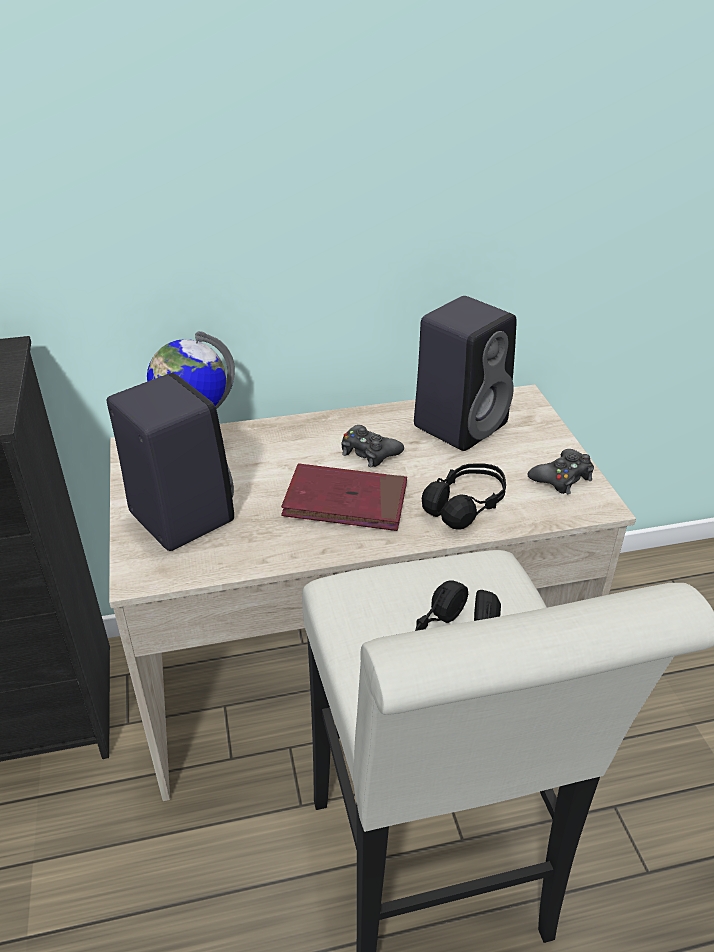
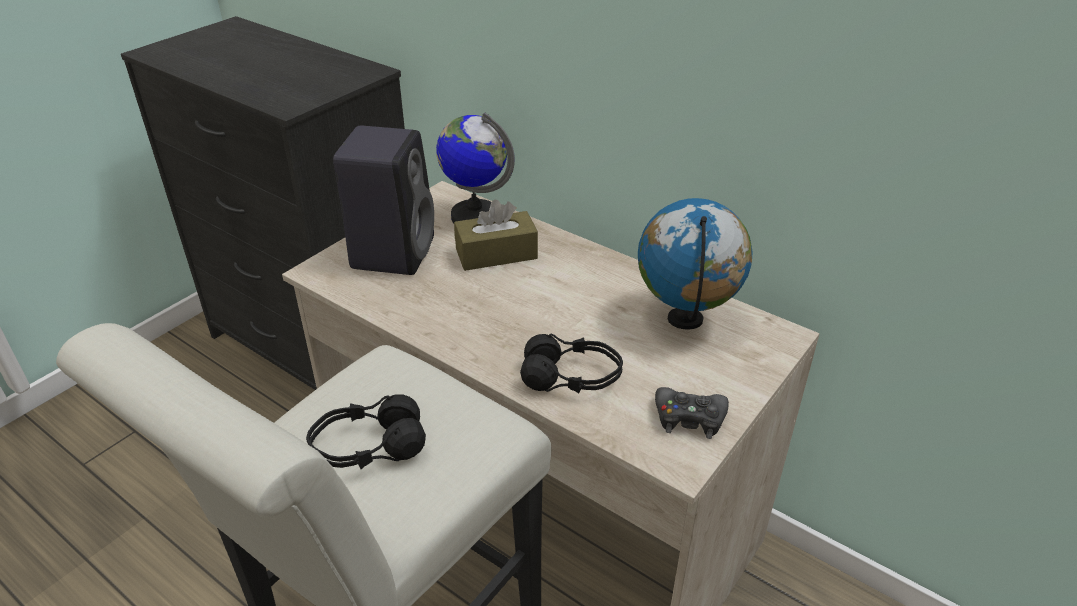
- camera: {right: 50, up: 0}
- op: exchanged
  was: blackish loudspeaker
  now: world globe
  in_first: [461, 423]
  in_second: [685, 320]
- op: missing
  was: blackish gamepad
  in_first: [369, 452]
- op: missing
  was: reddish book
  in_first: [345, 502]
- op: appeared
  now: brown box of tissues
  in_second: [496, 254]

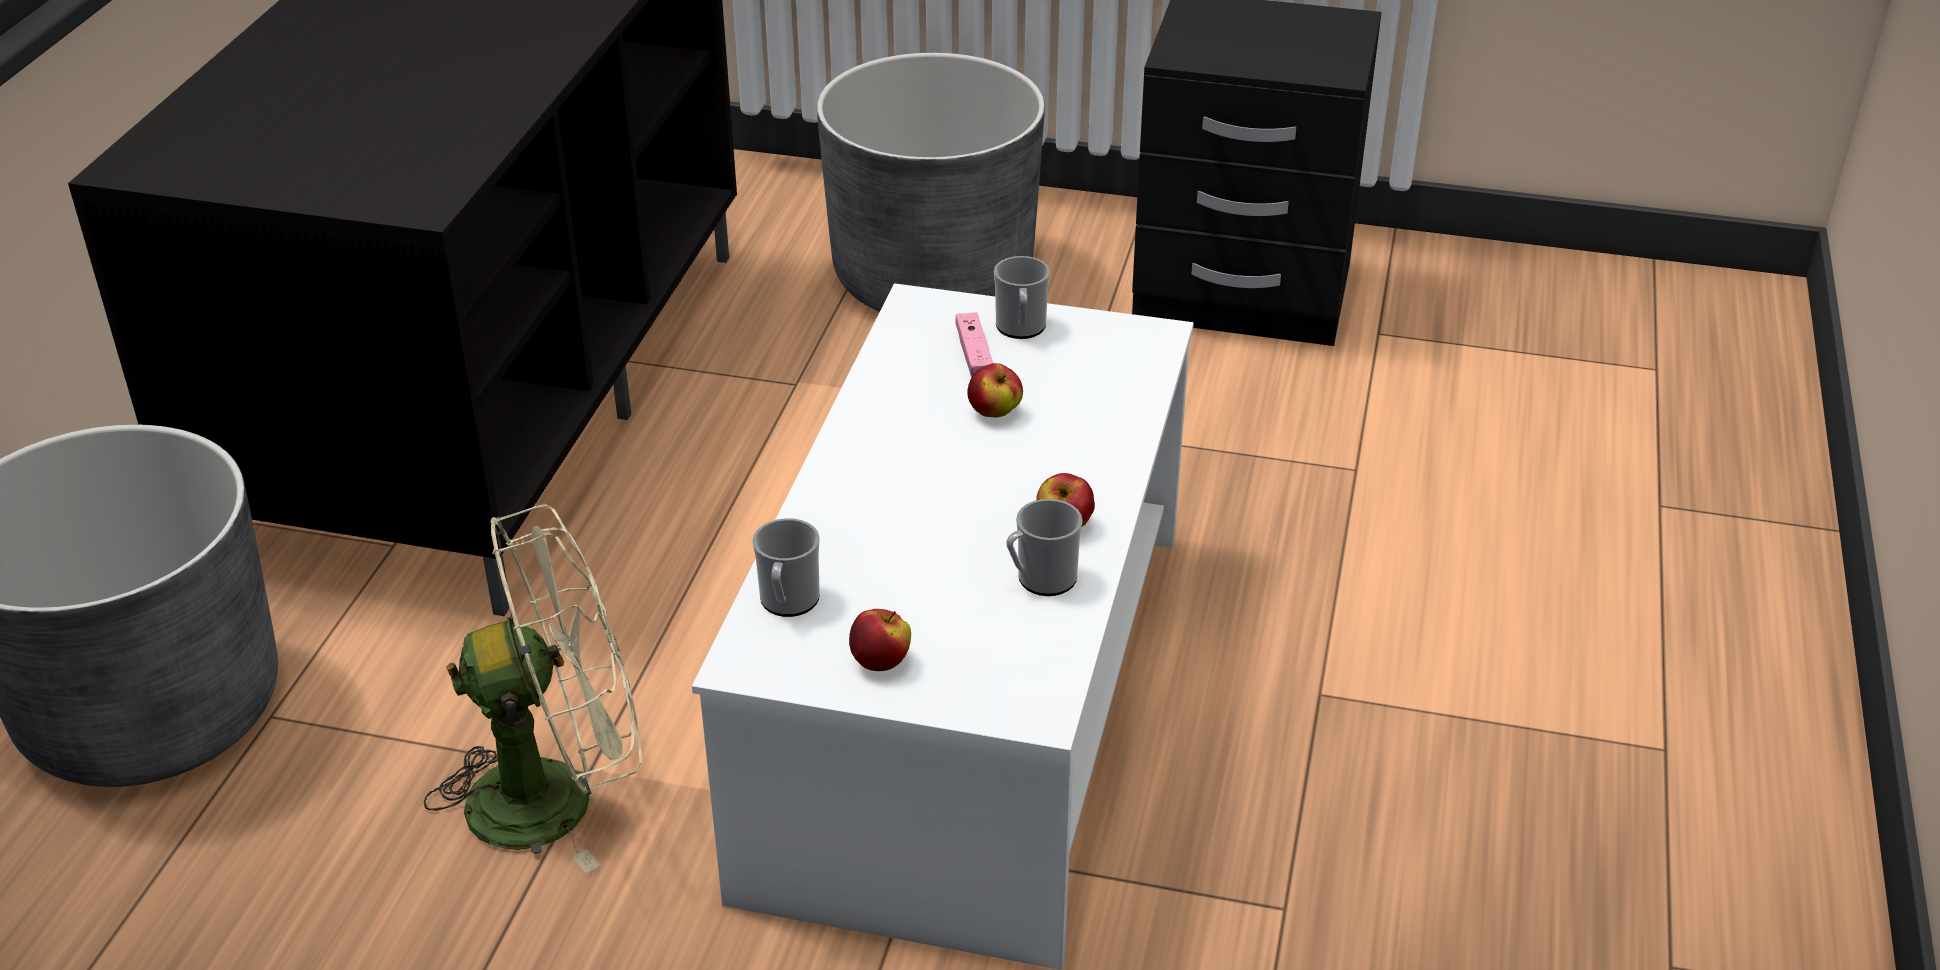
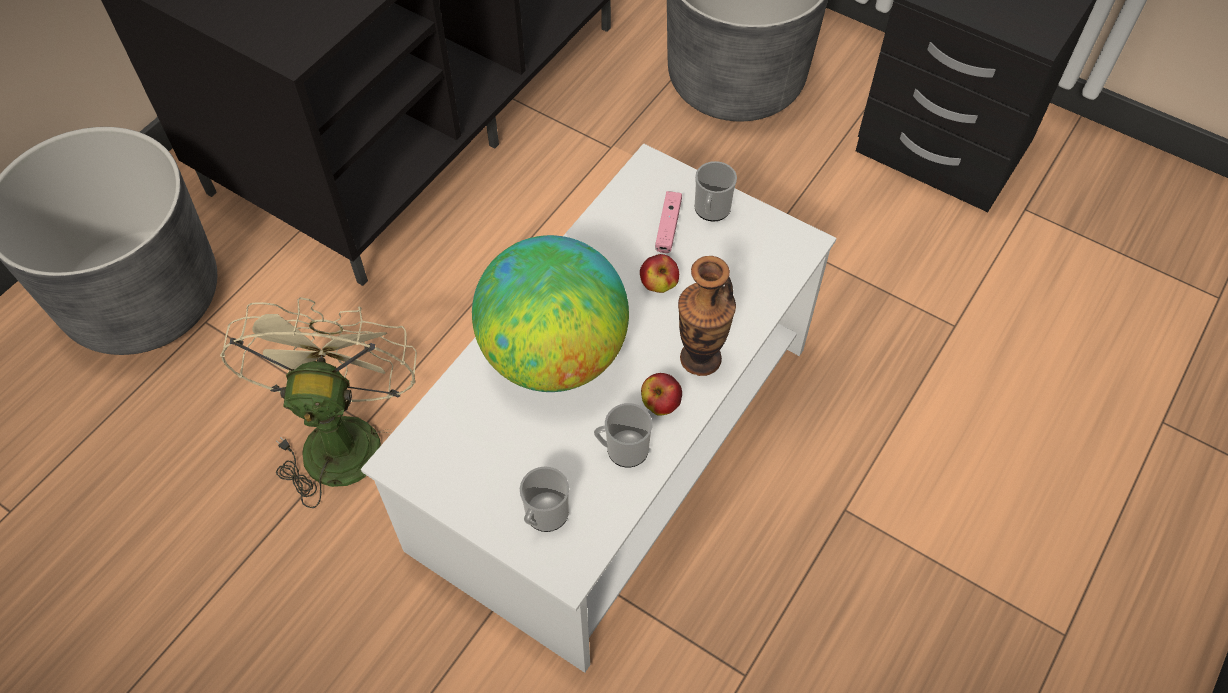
- camera: {right: 20, up: 20}
- op: spun
  was: beige-coloured electric fan
  in_first: [557, 795]
  in_second: [341, 434]
  clockwise: -90
- op: relocated
  was: tea mug
  in_first: [788, 602]
  in_second: [544, 516]
- op: missing
  was: apple fruit
  in_first: [881, 662]
- op: appeared
  now: world globe
  in_second: [554, 355]
- op: appeared
  now: flower vase
  in_second: [700, 358]

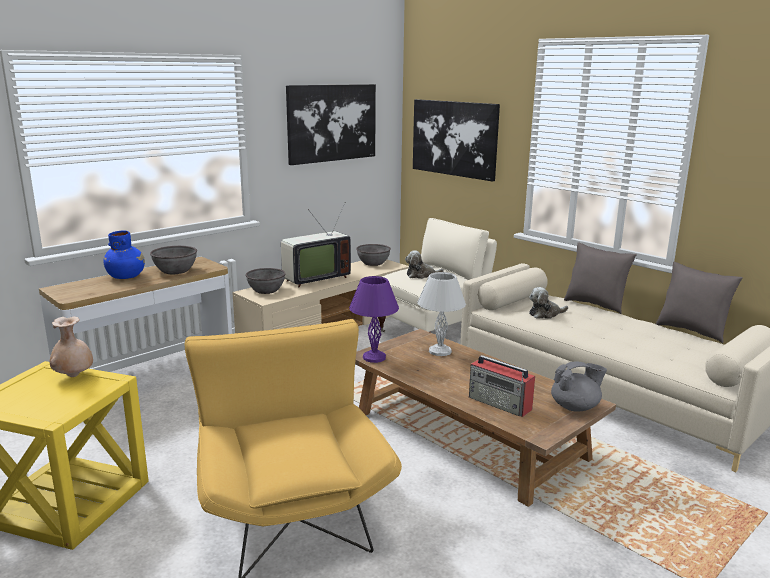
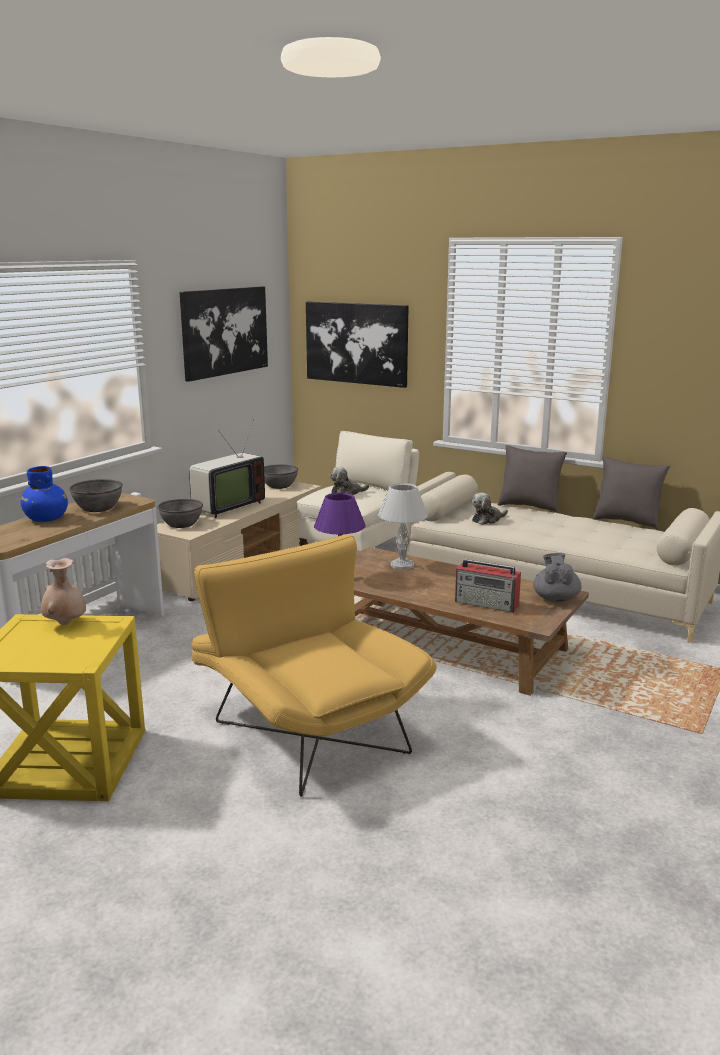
- camera: {right: -15, up: 0}
- op: spun
  was: gray teapot
  in_first: [575, 407]
  in_second: [555, 598]
  clockwise: -60

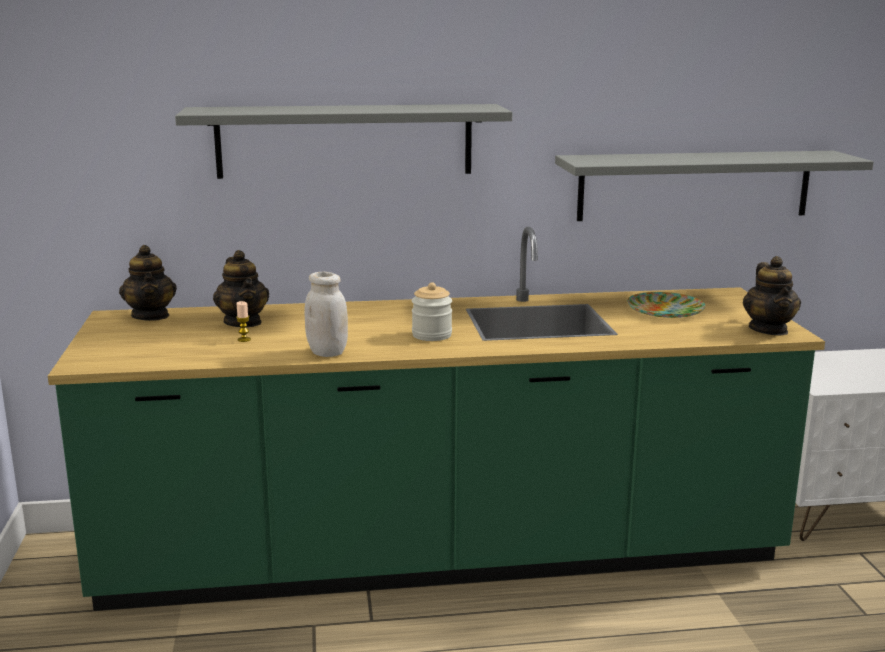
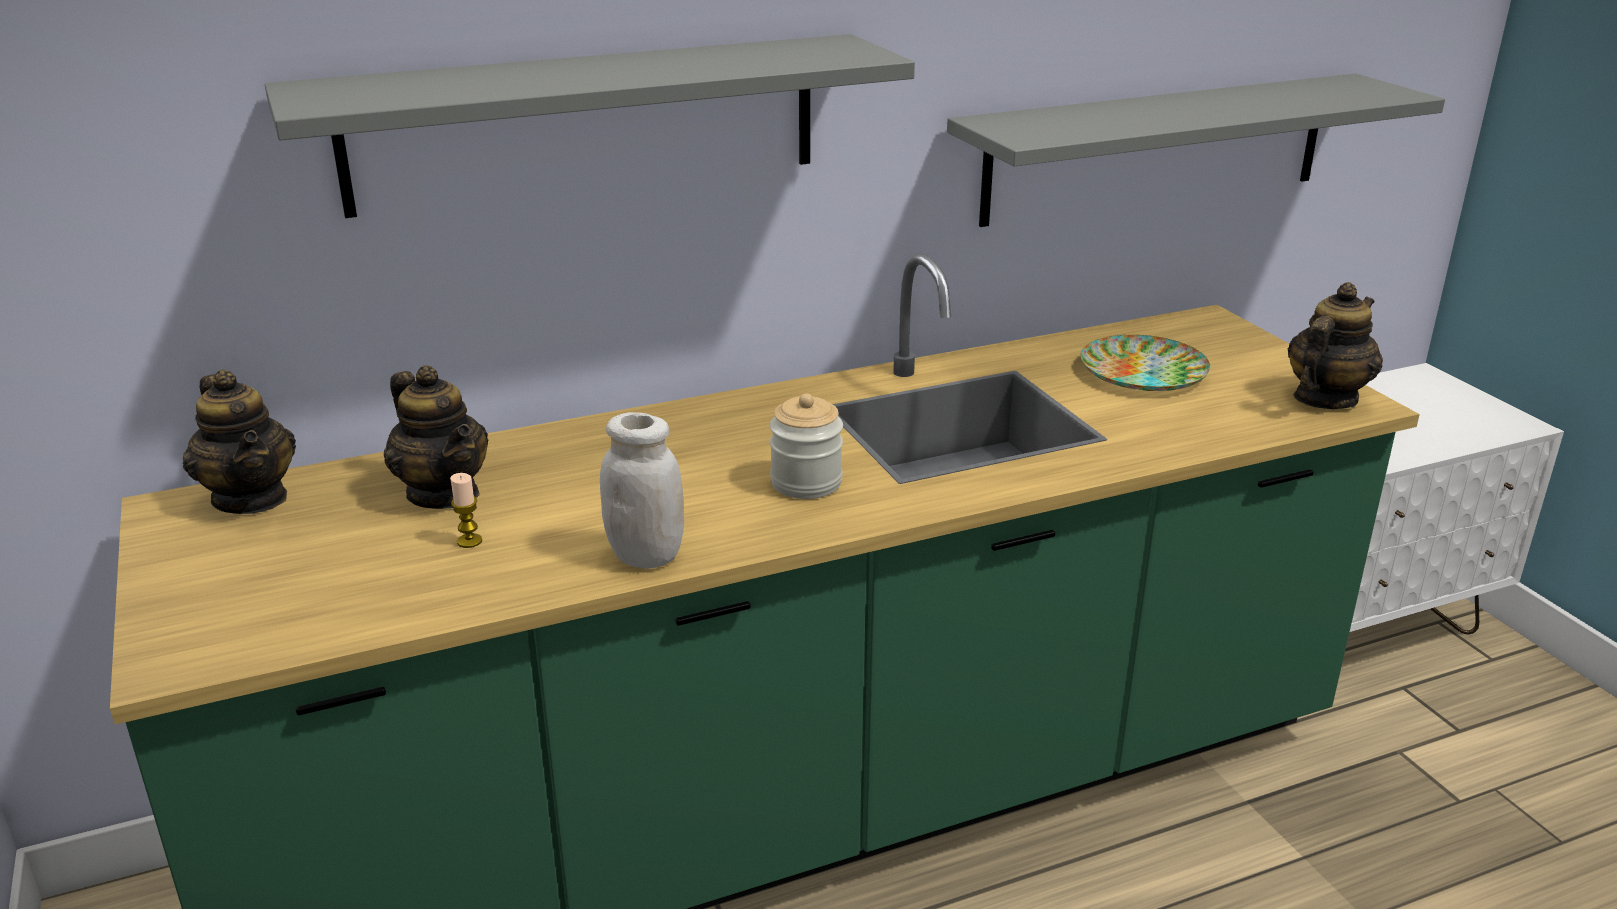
- camera: {right: -15, up: 10}
- op: spun
  was: teapot
  in_first: [769, 330]
  in_second: [1324, 398]
  clockwise: -120

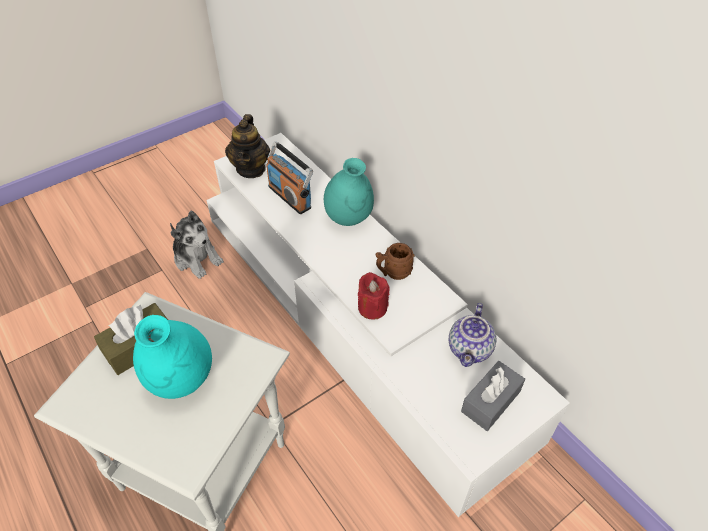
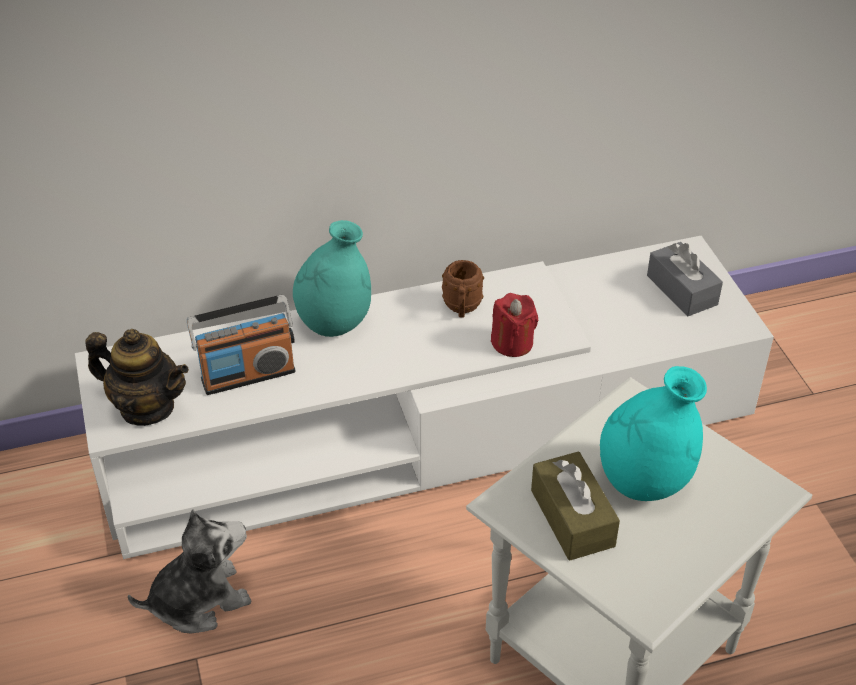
- camera: {right: -70, up: -5}
- op: missing
  was: teapot
  in_first: [470, 350]

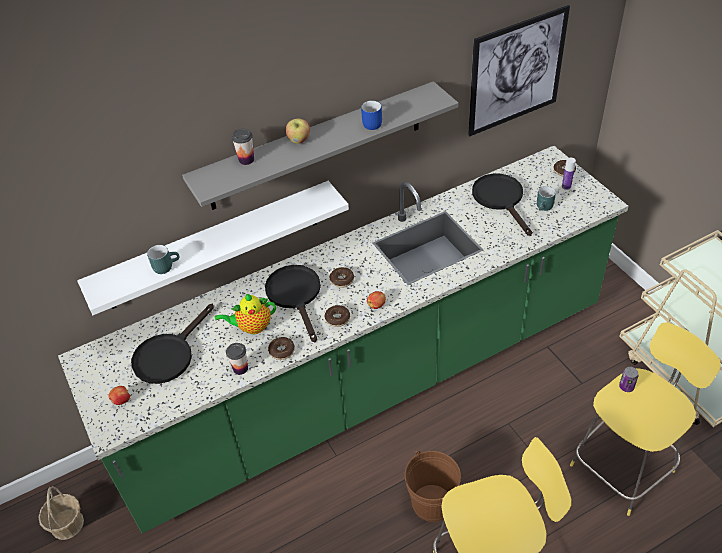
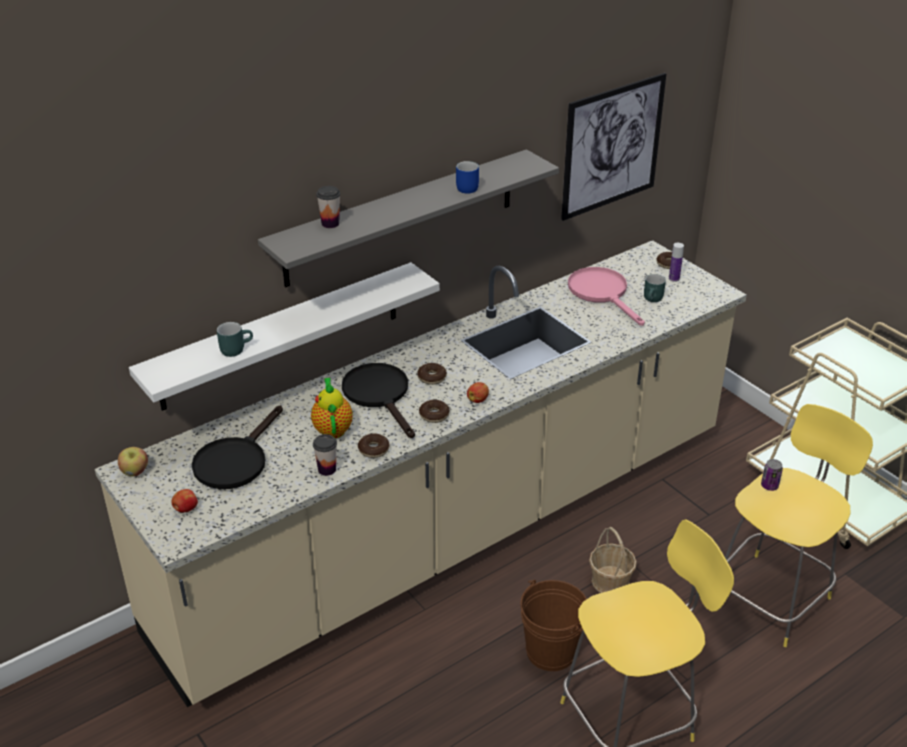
- camera: {right: -10, up: -10}
- op: relocated
  was: apple fruit
  in_first: [299, 140]
  in_second: [135, 472]
- op: colour
  was: green-coloured counter
  now: beige-coloured counter
  in_first: [369, 384]
  in_second: [453, 530]
- op: colour
  was: blackish pan
  now: pink-coloured pan
  in_first: [501, 199]
  in_second: [602, 293]
- op: spun
  was: teapot
  in_first: [252, 327]
  in_second: [332, 428]
  clockwise: 105
- op: relocated
  was: household basket
  in_first: [67, 524]
  in_second: [610, 581]

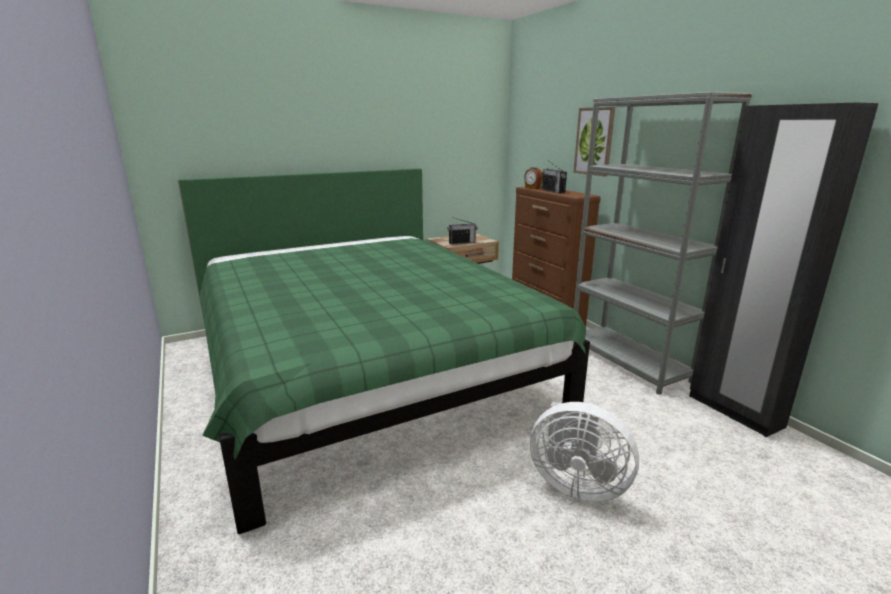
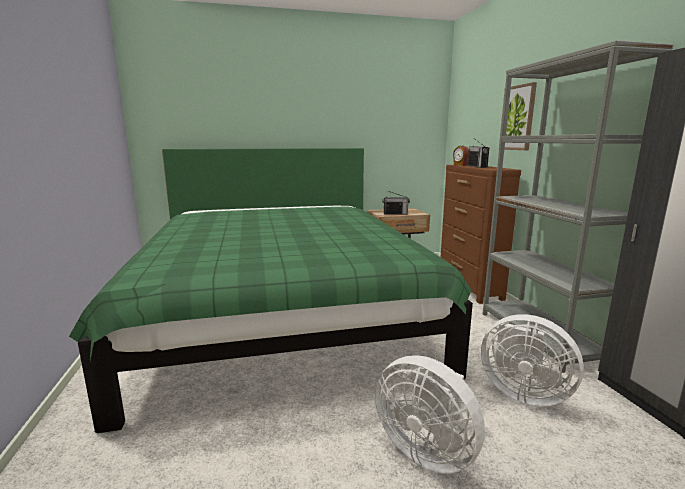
- camera: {right: 15, up: -5}
- op: appeared
  now: whitish electric fan
  in_second: [522, 392]

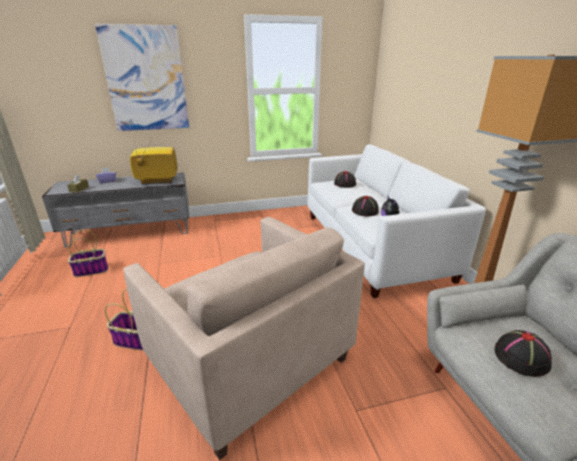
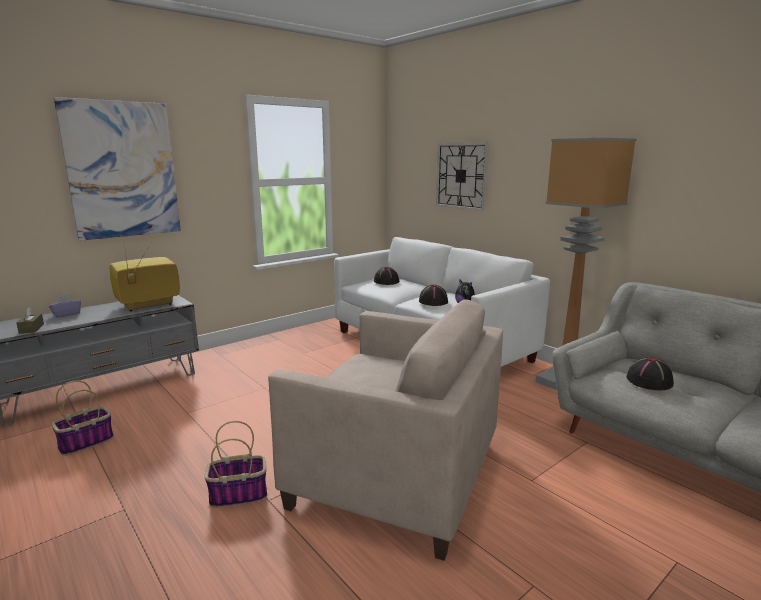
- camera: {right: -25, up: -10}
- op: appeared
  now: clock on the wall
  in_second: [461, 176]

